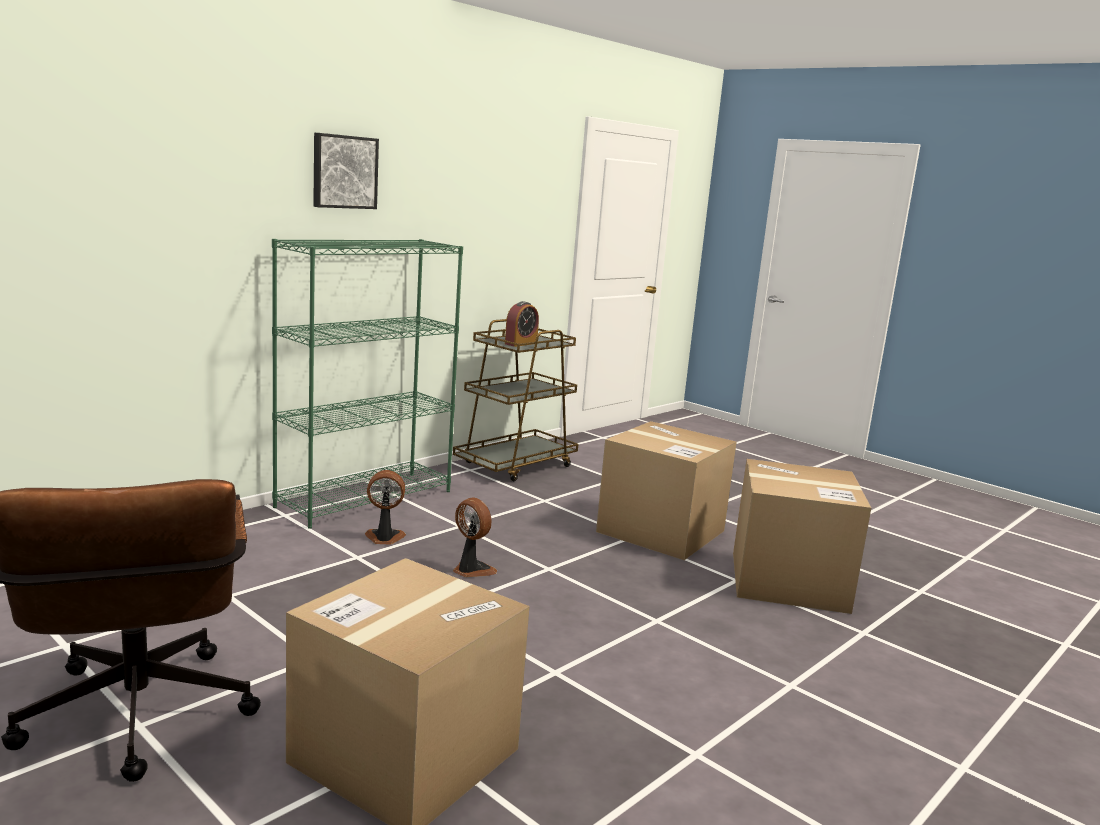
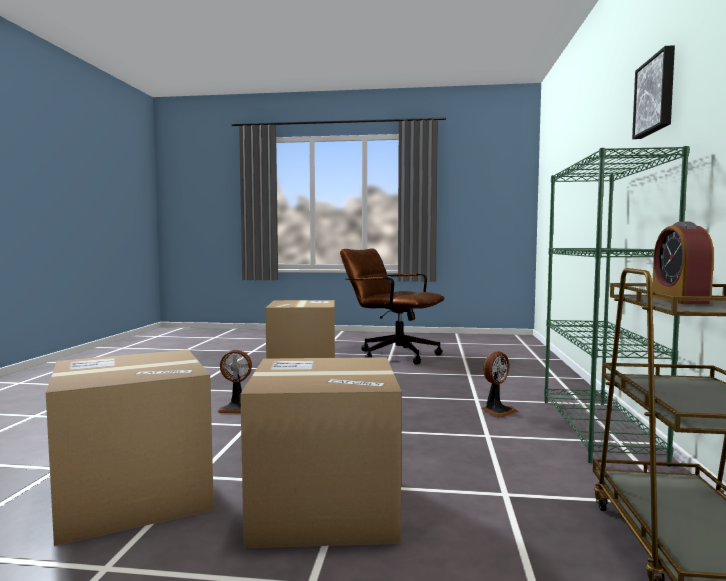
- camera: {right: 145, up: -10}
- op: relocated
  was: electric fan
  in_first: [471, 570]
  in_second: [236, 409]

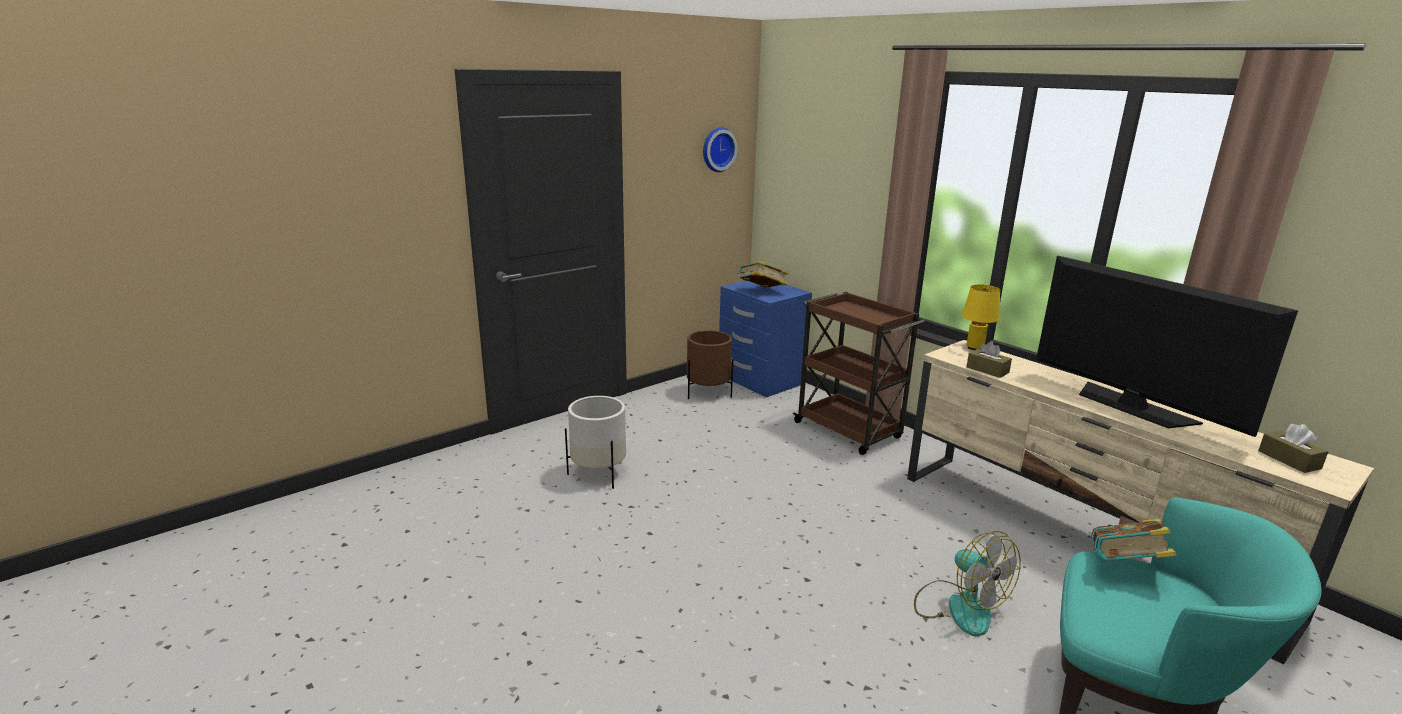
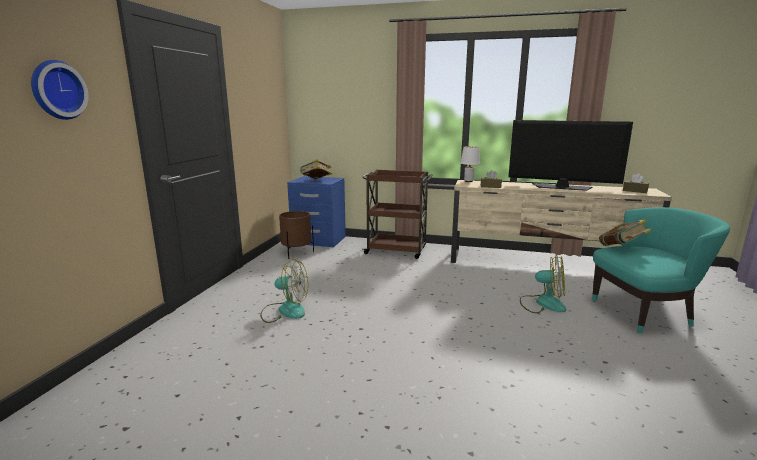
- camera: {right: -35, up: -5}
- op: relocated
  was: clock on the wall
  in_first: [717, 149]
  in_second: [56, 90]
- op: colour
  was: yellow-coloured table lamp
  now: whitish table lamp
  in_first: [975, 348]
  in_second: [468, 181]
- op: exchanged
  was: whitish flower pot
  now: electric fan
  in_first: [598, 474]
  in_second: [285, 311]

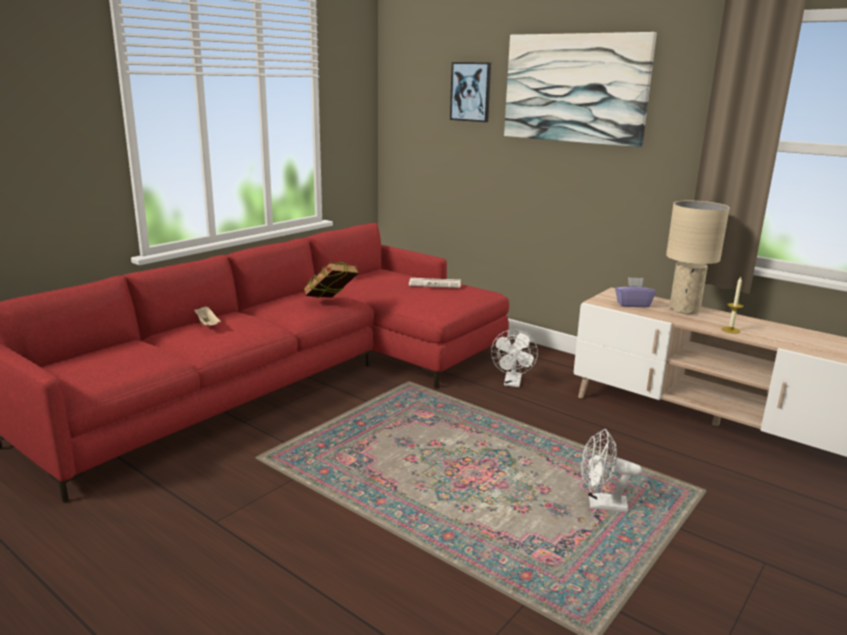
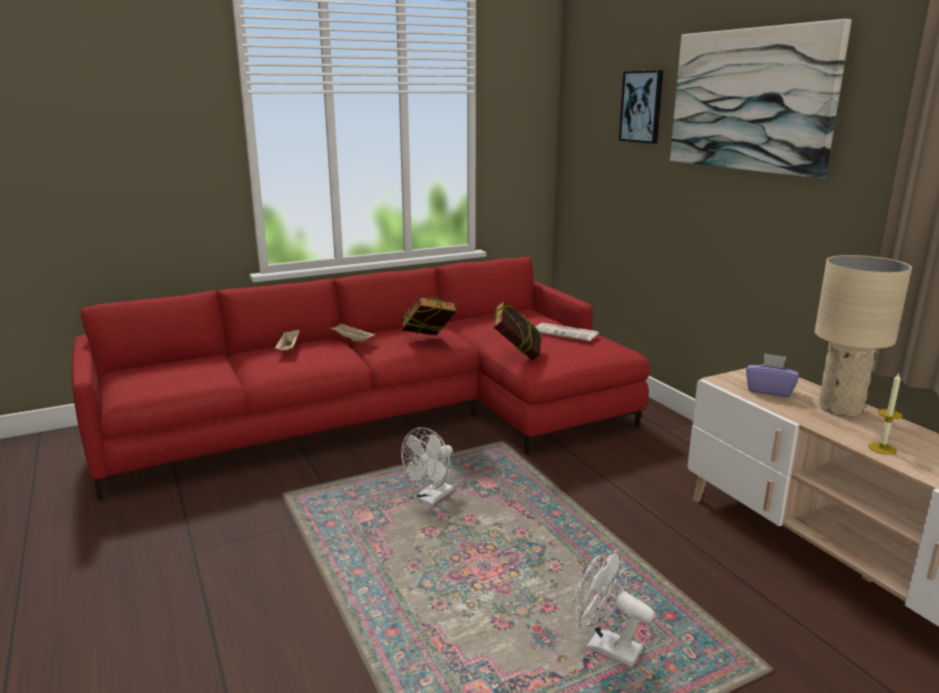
- camera: {right: 25, up: 0}
- op: relocated
  was: whitish electric fan
  in_first: [512, 383]
  in_second: [431, 498]
- op: appeared
  now: book
  in_second: [517, 355]
- op: appeared
  now: beige-coloured carrying tray
  in_second: [352, 340]

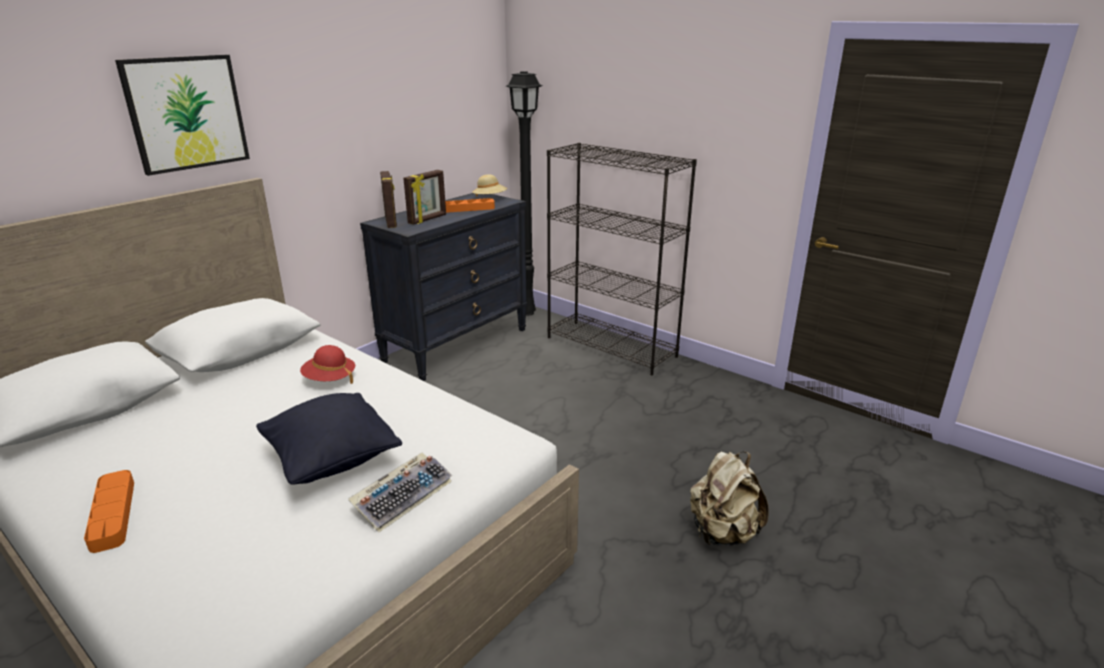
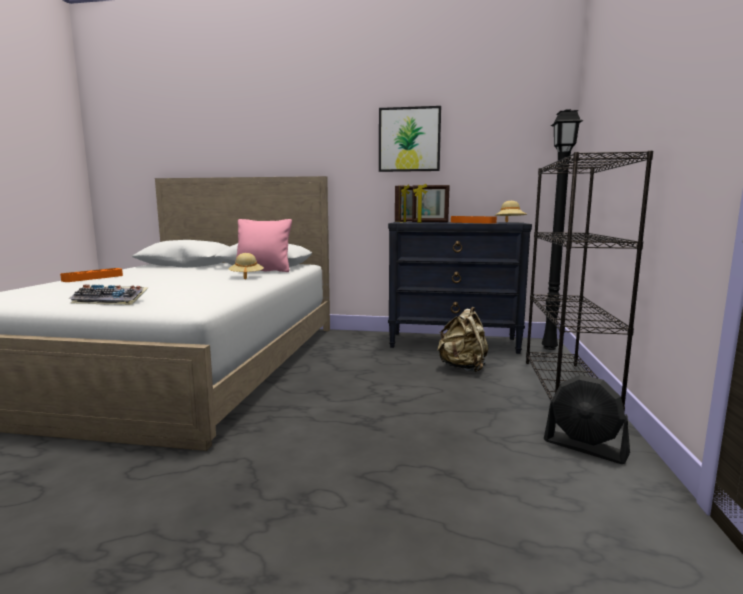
- camera: {right: 60, up: -15}
- op: relocated
  was: picture
  in_first: [186, 113]
  in_second: [409, 139]
- op: colour
  was: reddish clothing hat
  now: beige-coloured clothing hat
  in_first: [329, 379]
  in_second: [246, 277]
- op: missing
  was: blackish throw pillow
  in_first: [332, 460]
- op: relocated
  was: beige-coloured rucksack
  in_first: [722, 533]
  in_second: [463, 367]
- op: appeared
  now: pink-coloured throw pillow
  in_second: [263, 270]
- op: appeared
  now: blackish electric fan
  in_second: [585, 447]

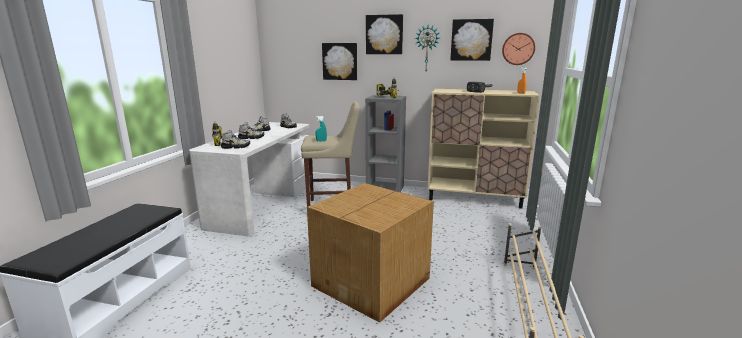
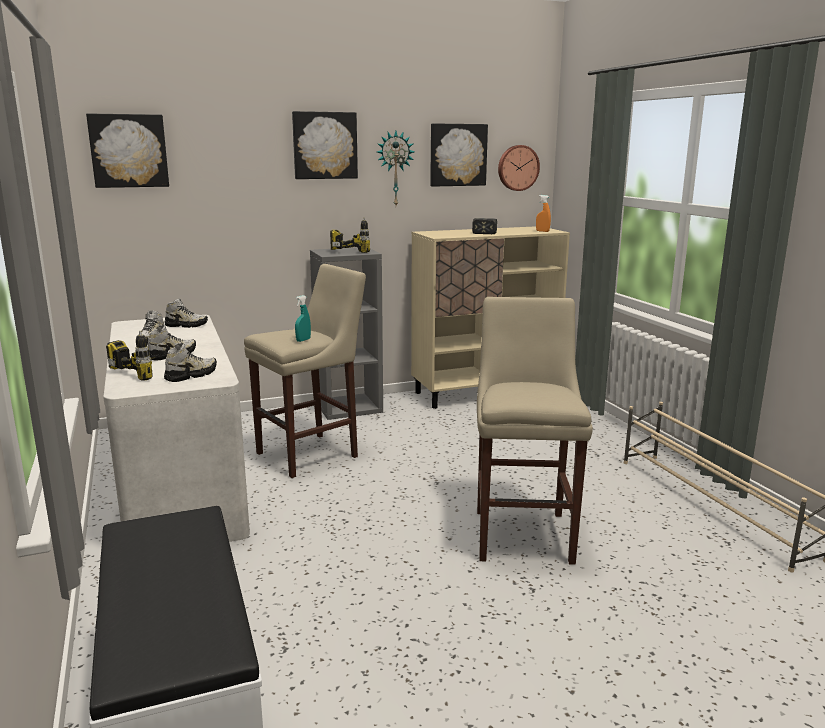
- camera: {right: -35, up: 0}
- op: relocated
  was: picture
  in_first: [340, 61]
  in_second: [129, 151]
- op: exchanged
  was: carton
  now: beige-coloured sitting stool
  in_first: [373, 282]
  in_second: [523, 532]

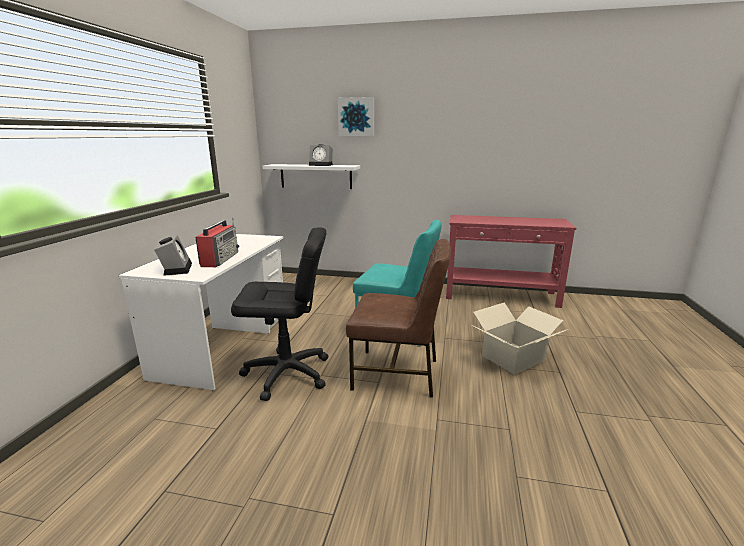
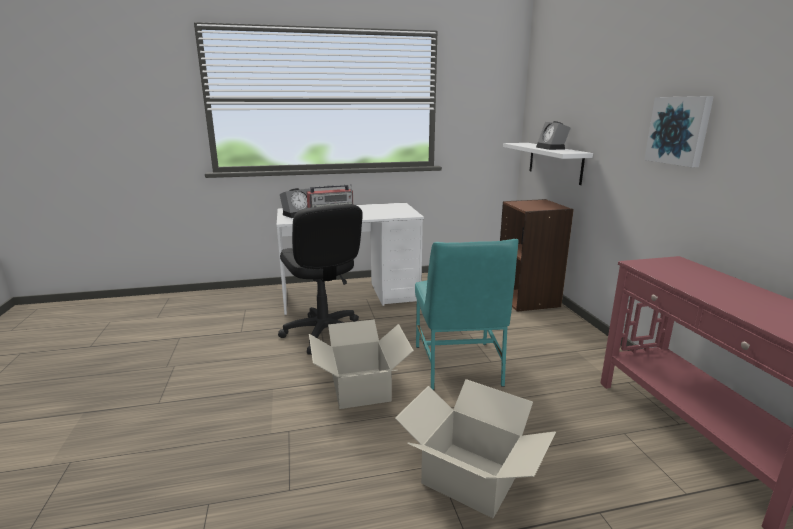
- camera: {right: 65, up: 0}
- op: relocated
  was: picture
  in_first: [356, 117]
  in_second: [679, 130]
- op: exchanged
  was: brown plain chair
  now: carton
  in_first: [397, 374]
  in_second: [360, 388]
- op: appeared
  now: brown bookcase
  in_second: [528, 299]

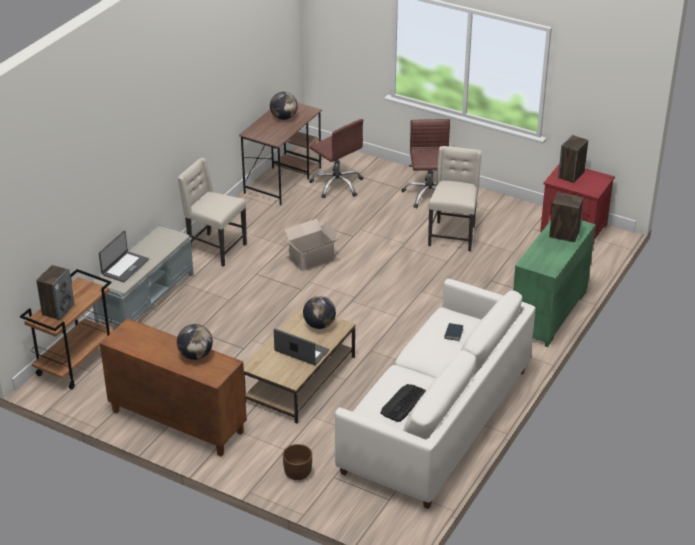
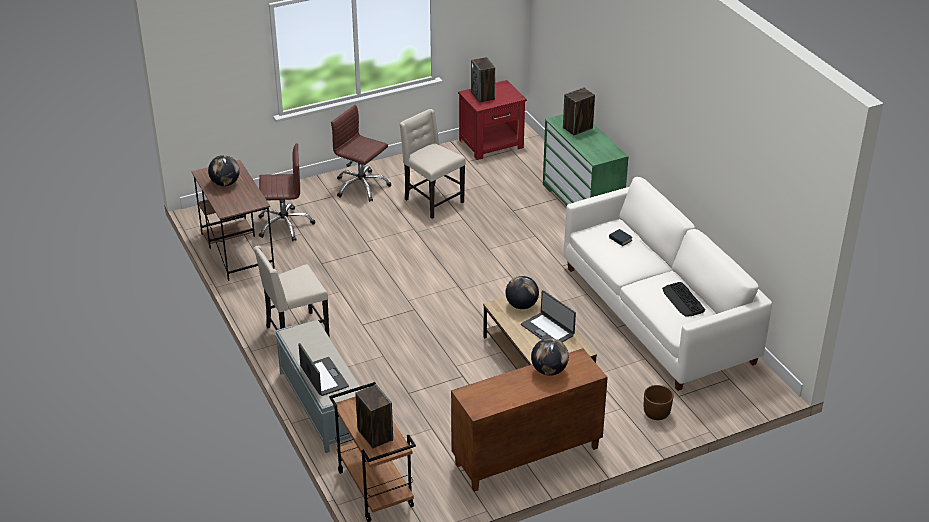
- camera: {right: -55, up: 0}
- op: missing
  was: carton
  in_first: [310, 259]
- op: spun
  was: laptop
  in_first: [301, 351]
  in_second: [548, 330]
  clockwise: -105

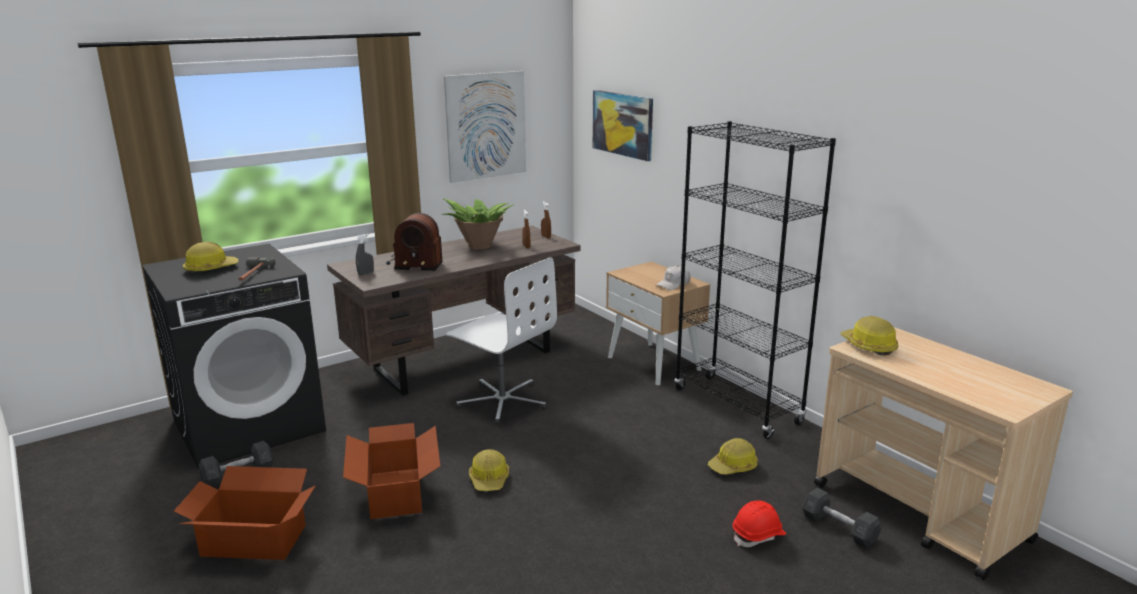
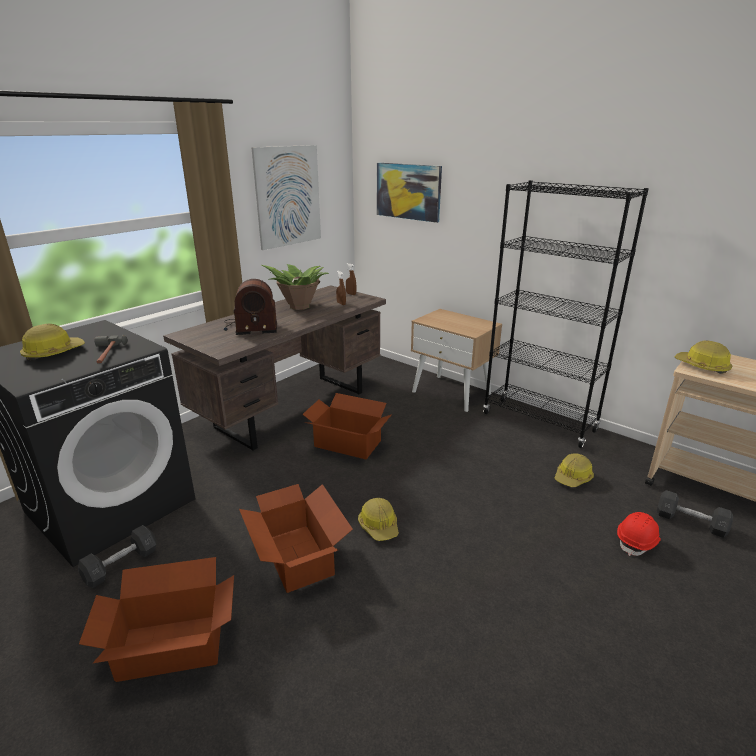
- camera: {right: -15, up: 5}
- op: missing
  was: gray sprayer
  in_first: [365, 273]
- op: exchanged
  was: whitish desk chair
  now: carton
  in_first: [502, 401]
  in_second: [348, 444]
- op: missing
  was: whitish peaked cap
  in_first: [673, 284]

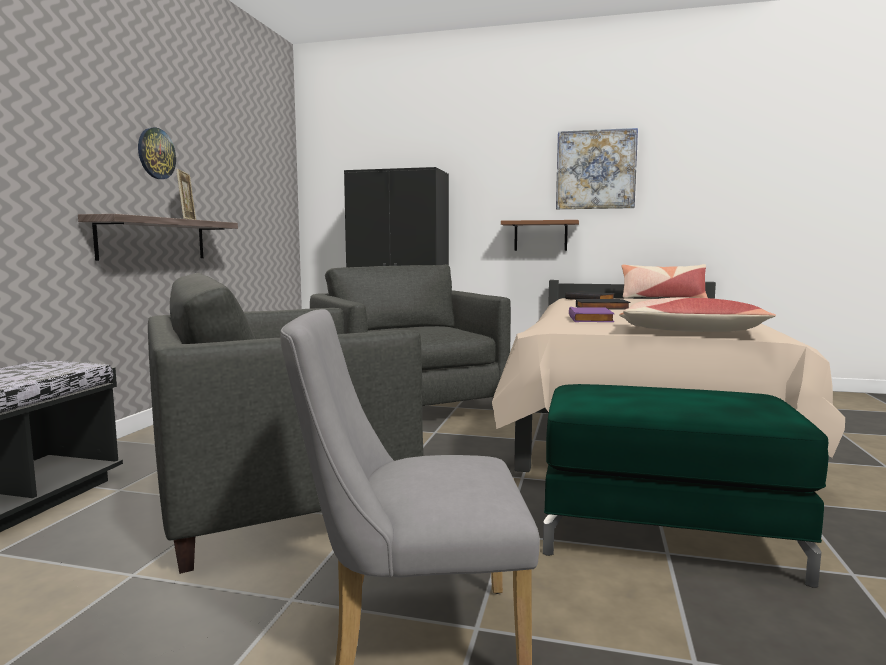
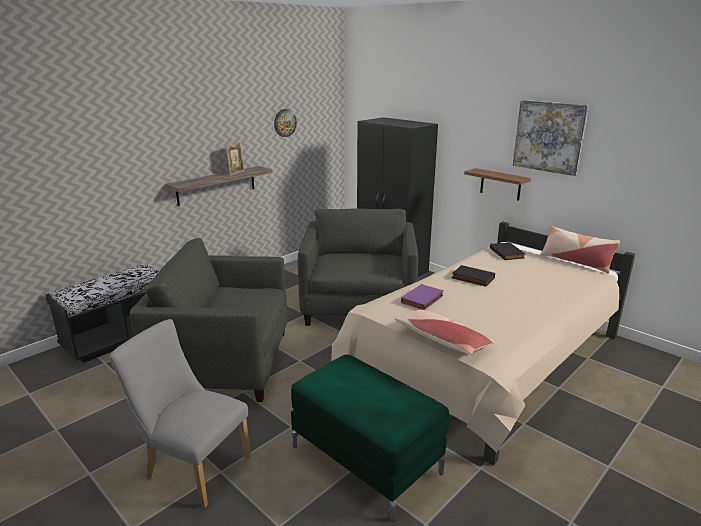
- camera: {right: 30, up: 15}
- op: relocated
  was: clock on the wall
  in_first: [156, 153]
  in_second: [284, 123]

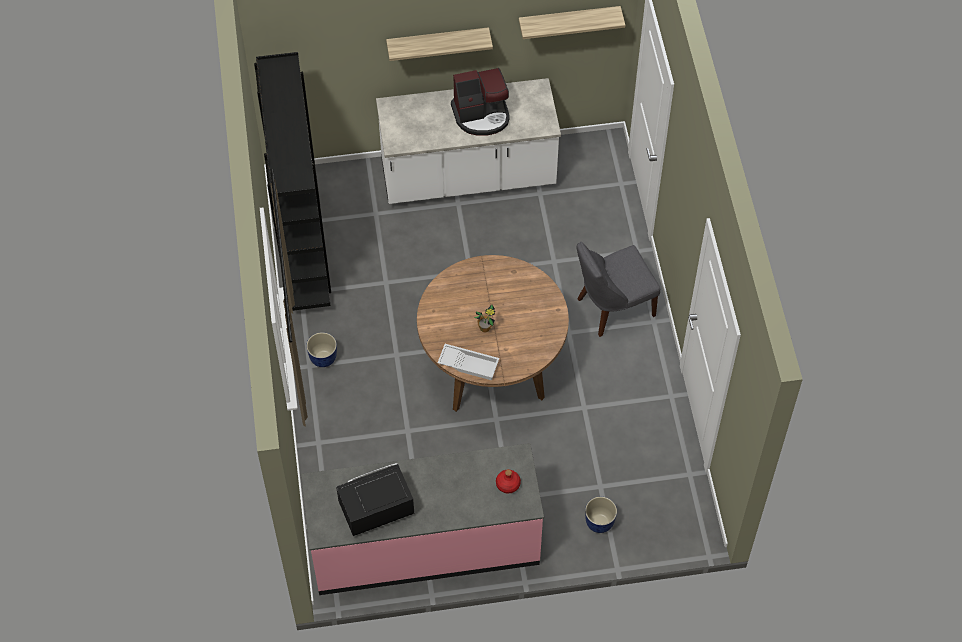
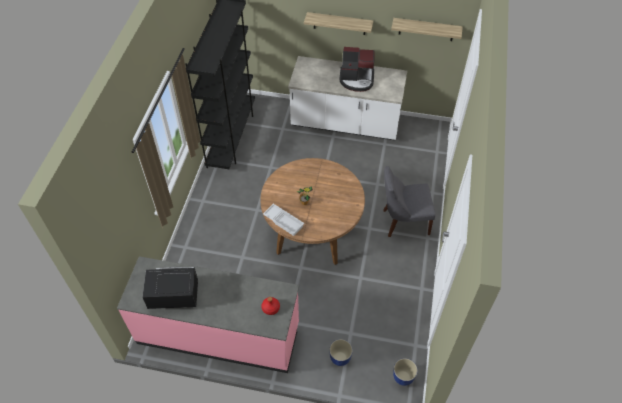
- camera: {right: 20, up: -5}
- op: relocated
  was: flower pot
  in_first: [323, 359]
  in_second: [403, 377]

